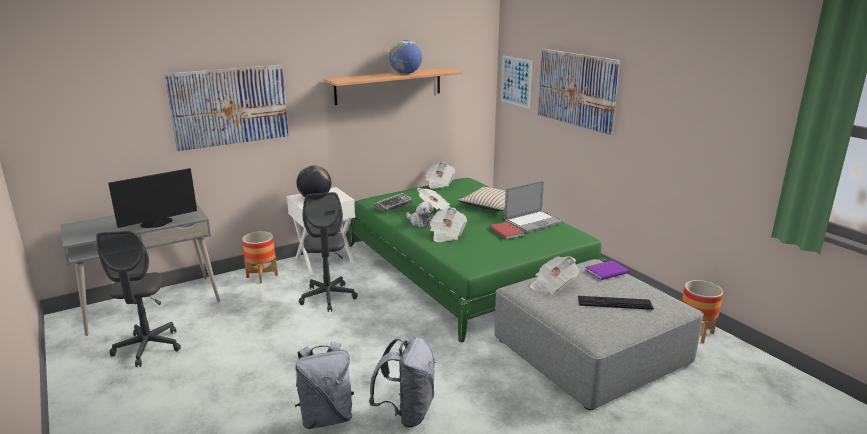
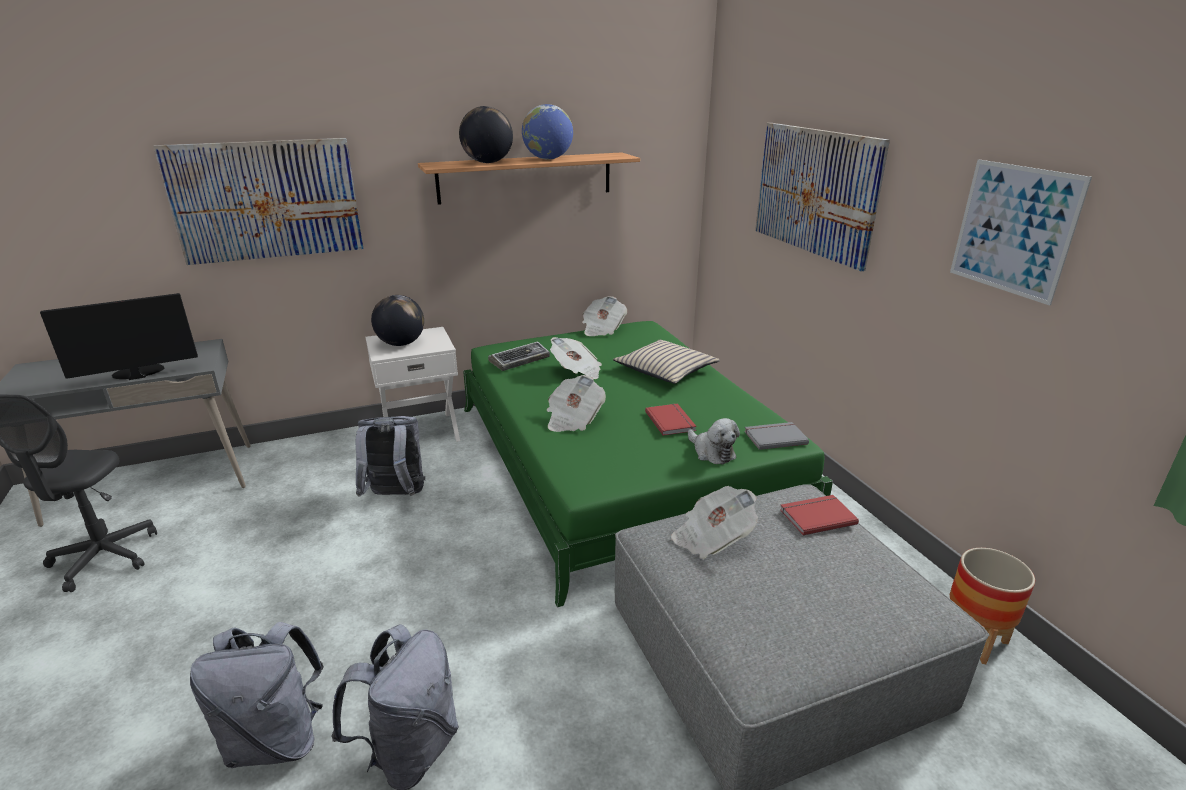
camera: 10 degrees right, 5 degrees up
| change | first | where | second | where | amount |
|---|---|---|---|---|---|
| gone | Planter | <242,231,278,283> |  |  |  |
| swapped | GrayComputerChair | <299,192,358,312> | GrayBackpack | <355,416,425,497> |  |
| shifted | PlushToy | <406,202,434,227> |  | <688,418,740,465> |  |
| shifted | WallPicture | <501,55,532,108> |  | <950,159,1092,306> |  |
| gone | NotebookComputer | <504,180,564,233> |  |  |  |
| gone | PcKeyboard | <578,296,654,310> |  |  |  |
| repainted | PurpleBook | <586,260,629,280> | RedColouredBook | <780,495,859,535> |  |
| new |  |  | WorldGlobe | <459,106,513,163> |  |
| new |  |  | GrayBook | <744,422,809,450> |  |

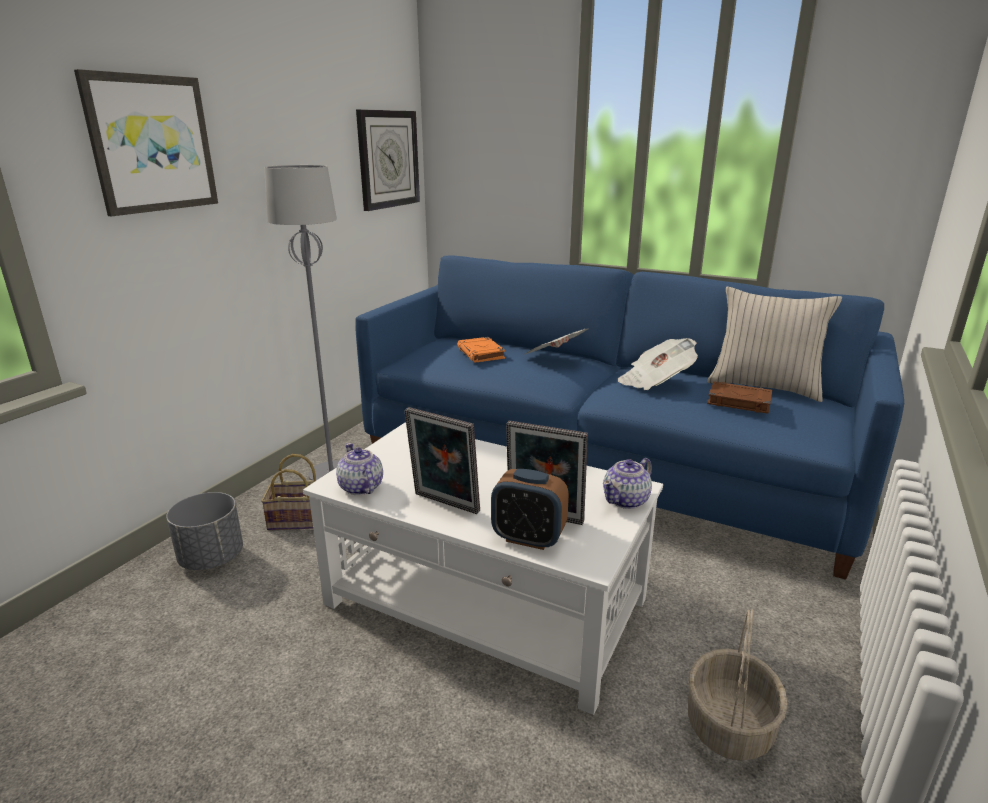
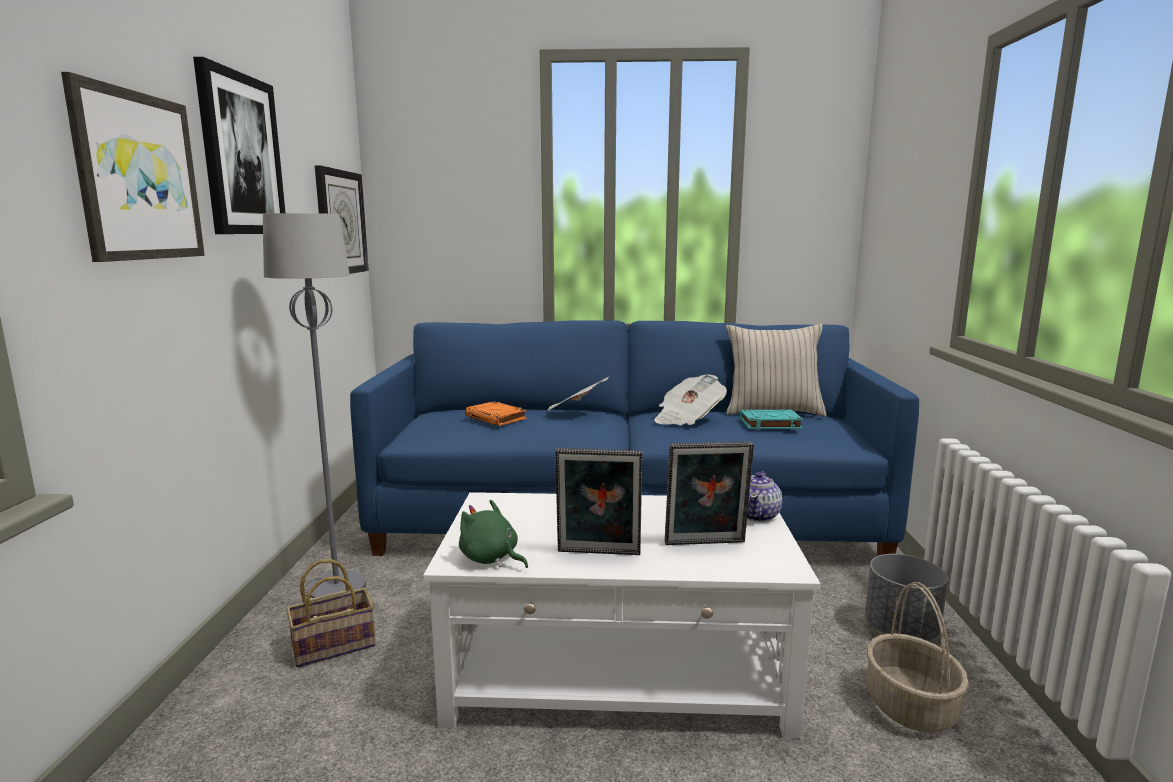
camera: 25 degrees left, 10 degrees down
| change | first | where | second | where | amount |
|---|---|---|---|---|---|
| shifted | GrayPlanter | <166,492,243,570> |  | <865,554,948,640> |  |
| swapped | Teapot | <336,443,383,495> | GreenPlushToy | <459,500,528,568> |  |
| gone | BedsideClock | <491,469,569,550> |  |  |  |
| repainted | BrownishBook | <707,381,772,414> | TurquoiseColouredBook | <740,409,803,429> |  |
| new |  |  | WallPicture | <193,57,285,234> |  |

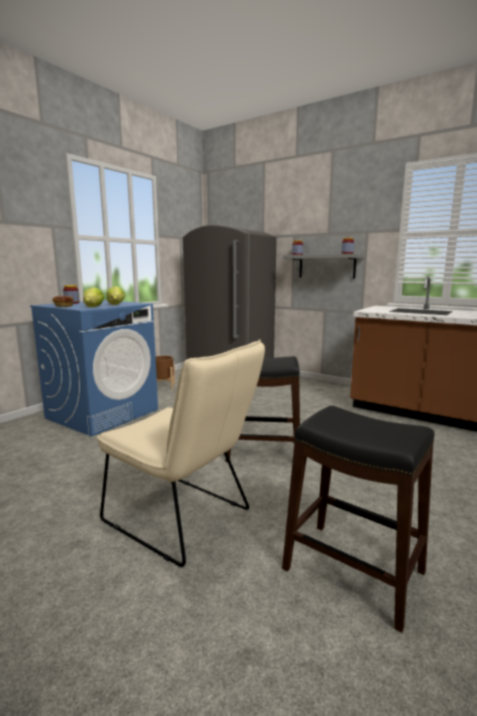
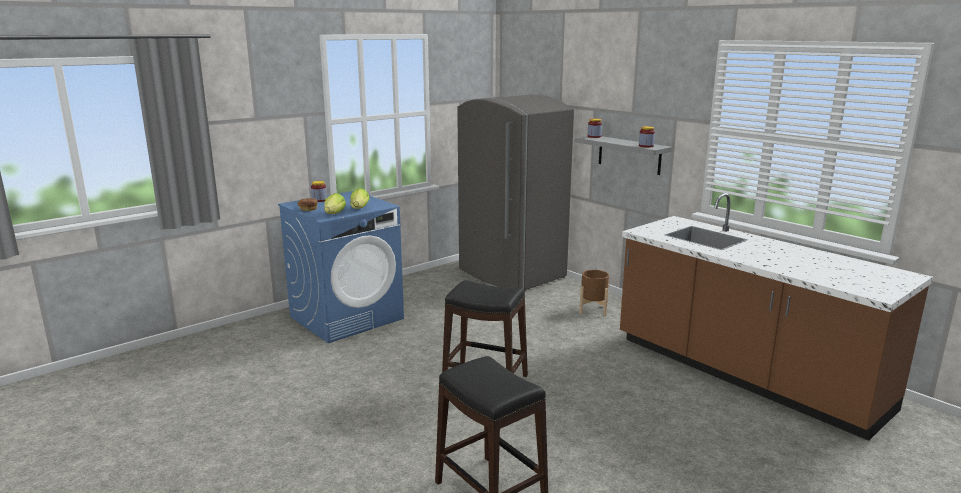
camera: 15 degrees right, 5 degrees up
| change | first | where | second | where | amount |
|---|---|---|---|---|---|
| gone | BeigeColouredUprightChair | <97,339,265,567> |  |  |  |
| shifted | BrownishPlanter | <156,356,175,390> |  | <579,270,609,316> |  |

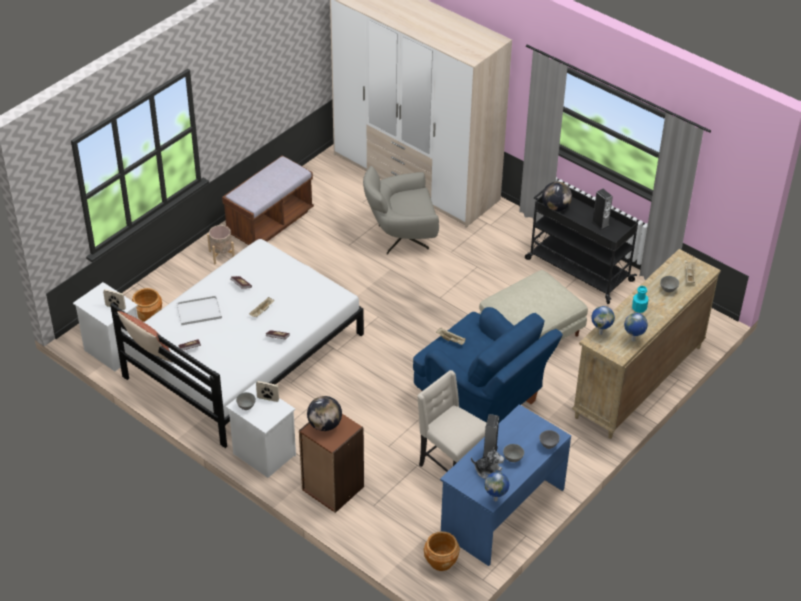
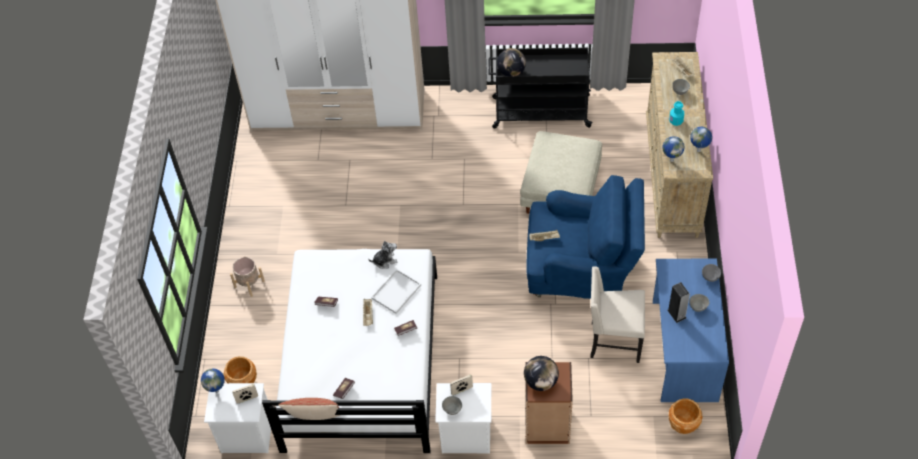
camera: 35 degrees left, 10 degrees up
| change | first | where | second | where | amount |
|---|---|---|---|---|---|
| shifted | WhiteCarryingTray | <176,295,222,325> |  | <371,269,421,314> |  |
| gone | BrownishIndoorBench | <222,155,314,245> |  |  |  |
| gone | GrayLoungeChair | <363,166,439,255> |  |  |  |
| shifted | PlushToy | <471,447,504,479> |  | <368,240,398,269> |  |
| shifted | WorldGlobe | <484,472,509,501> |  | <201,368,225,393> |  |
| gone | Speaker | <592,189,613,231> |  |  |  |

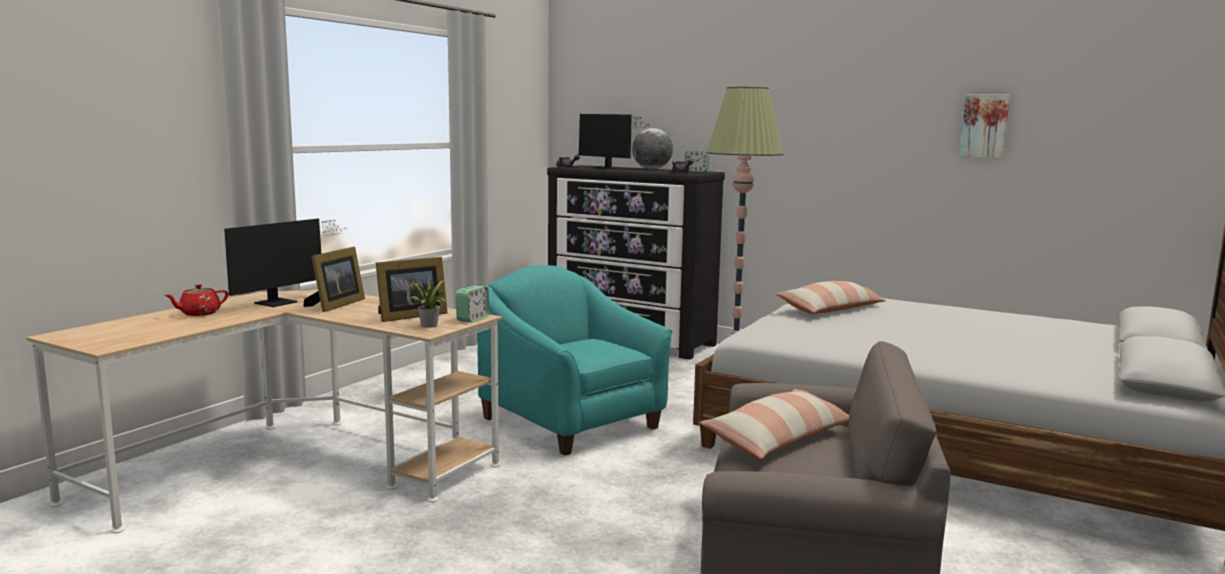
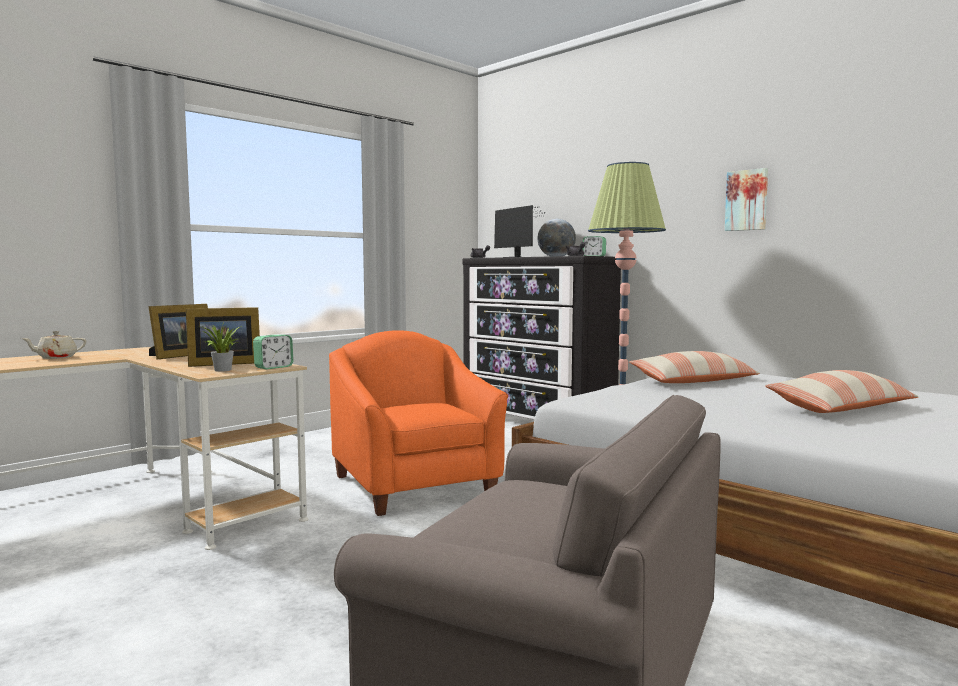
camera: 15 degrees right, 5 degrees down
| change | first | where | second | where | amount |
|---|---|---|---|---|---|
| repainted | RedColouredTeapot | <165,284,228,316> | BeigeColouredTeapot | <21,331,86,359> |  |
| gone | ComputerDisplay | <224,218,344,307> |  |  |  |
| repainted | TurquoiseColouredLoungeChair | <477,265,672,456> | OrangeLoungeChair | <329,330,508,516> |  |
| shifted | Cushion | <699,389,849,459> |  | <765,370,918,413> |  |
| shifted | WallPicture | <960,95,1010,158> |  | <725,168,768,231> |  |

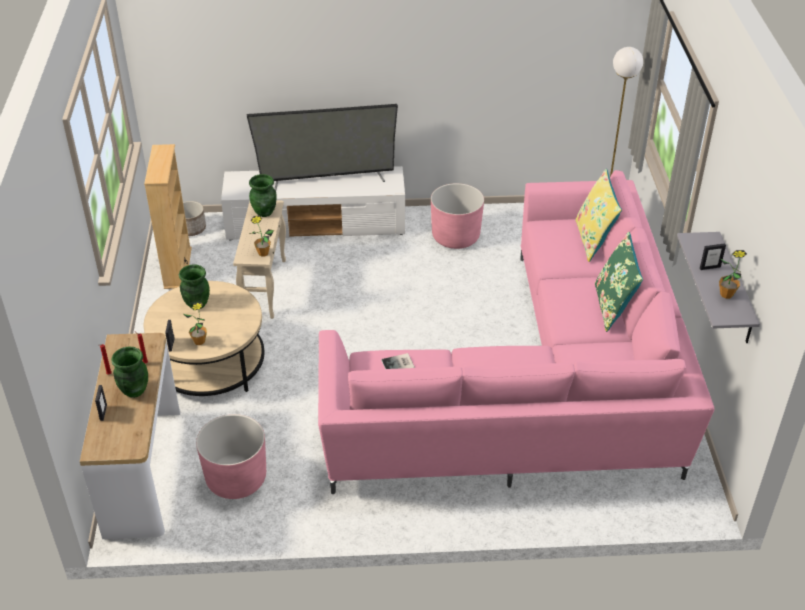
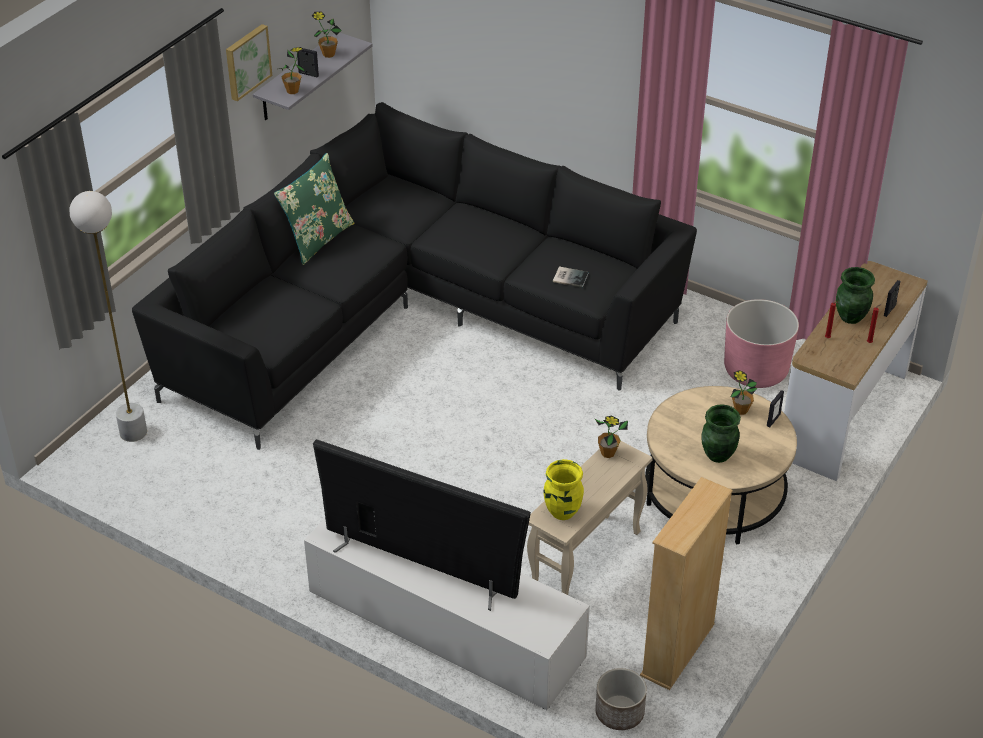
camera: 145 degrees left, 0 degrees up
| change | first | where | second | where | amount |
|---|---|---|---|---|---|
| repainted | GreenDecorativeVase | <249,174,277,217> | YellowishDecorativeVase | <544,459,584,520> |  |
| repainted | PinkColouredSettee | <318,170,714,494> | BlackishSettee | <132,102,697,450> |  |
| gone | PinkColouredPlanter | <431,183,484,249> |  |  |  |
| gone | YellowishCushion | <575,169,622,262> |  |  |  |
| new |  |  | WallPicture | <226,24,273,101> |  |
| new |  |  | Houseplant | <279,47,305,94> |  |

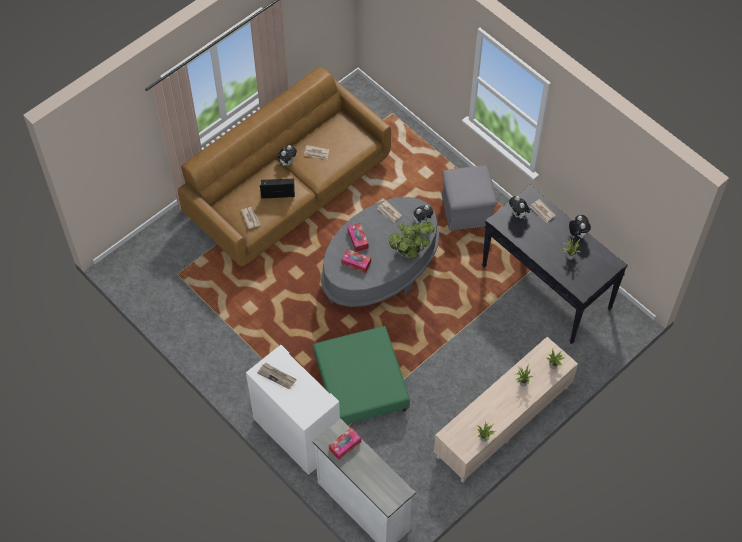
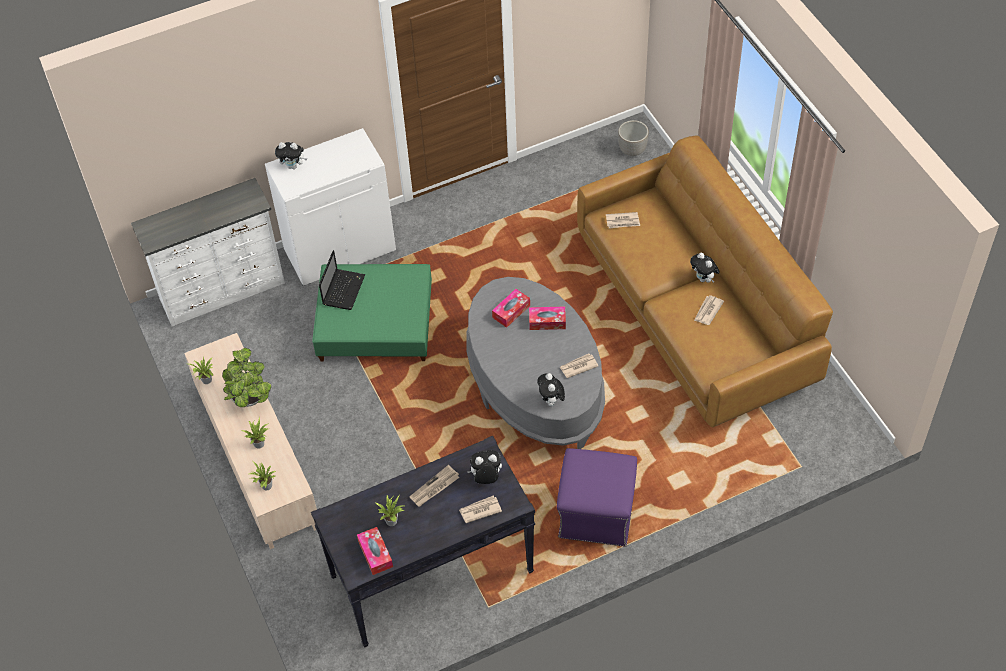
camera: 110 degrees right, 5 degrees down
| change | first | where | second | where | amount |
|---|---|---|---|---|---|
| shifted | PrintedPaper | <257,363,297,390> |  | <409,465,460,507> |  |
| shifted | NotebookComputer | <260,178,295,199> |  | <319,250,365,310> |  |
| shifted | TissueBox | <329,428,361,460> |  | <357,527,393,575> |  |
| shifted | Houseplant | <389,222,435,258> |  | <222,348,271,407> |  |
| repainted | GrayPouffe | <442,165,497,231> | PurplePouffe | <557,448,637,546> |  |
| shifted | PlushToy | <569,215,591,238> |  | <275,142,307,169> |  |
| new |  |  | Planter | <618,120,649,156> |  |

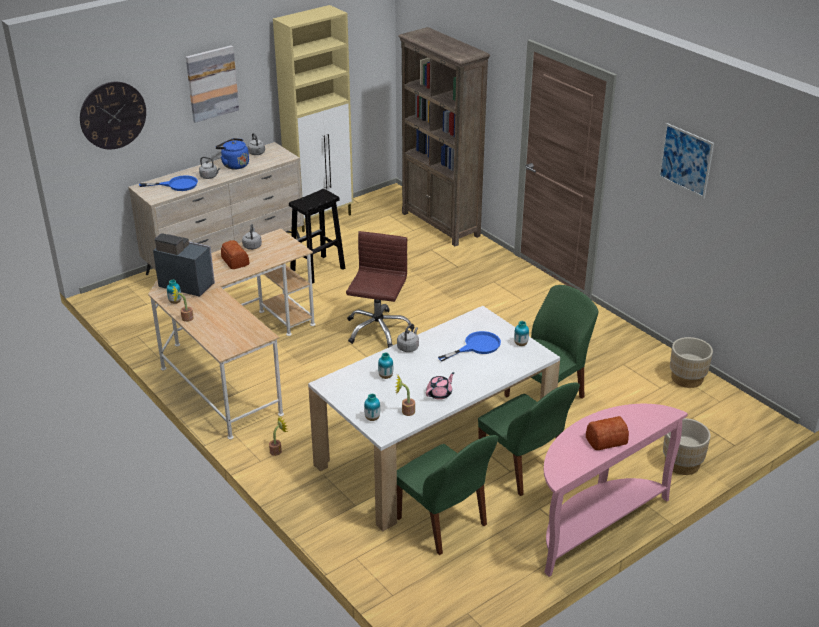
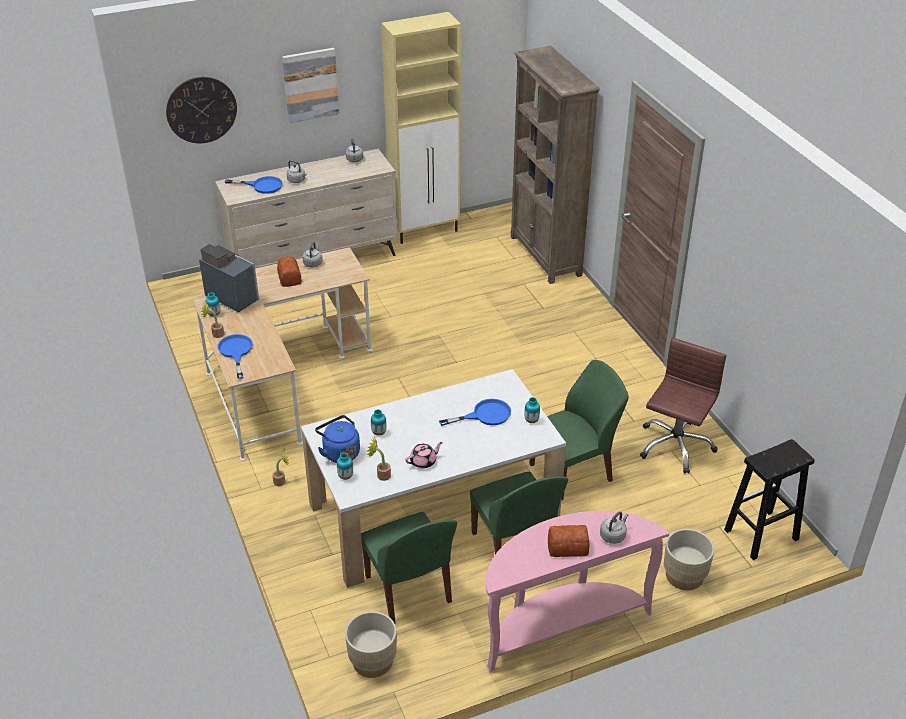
camera: 15 degrees right, 5 degrees up
| change | first | where | second | where | amount |
|---|---|---|---|---|---|
| shifted | BluishWaterKettle | <215,138,249,170> |  | <315,415,360,463> |  |
| shifted | BlackishStoolSeat | <289,189,345,284> |  | <724,439,815,560> |  |
| shifted | BrownishComputerChair | <346,231,415,348> |  | <640,338,726,474> |  |
| shifted | GrayWaterKettle | <397,324,419,352> |  | <600,512,628,544> |  |
| gone | WallPicture | <658,123,714,198> |  |  |  |
| shifted | BeigeColouredPlanter | <670,337,713,388> |  | <345,611,397,678> |  |
| new |  |  | BluishPan | <217,334,253,379> |  |

